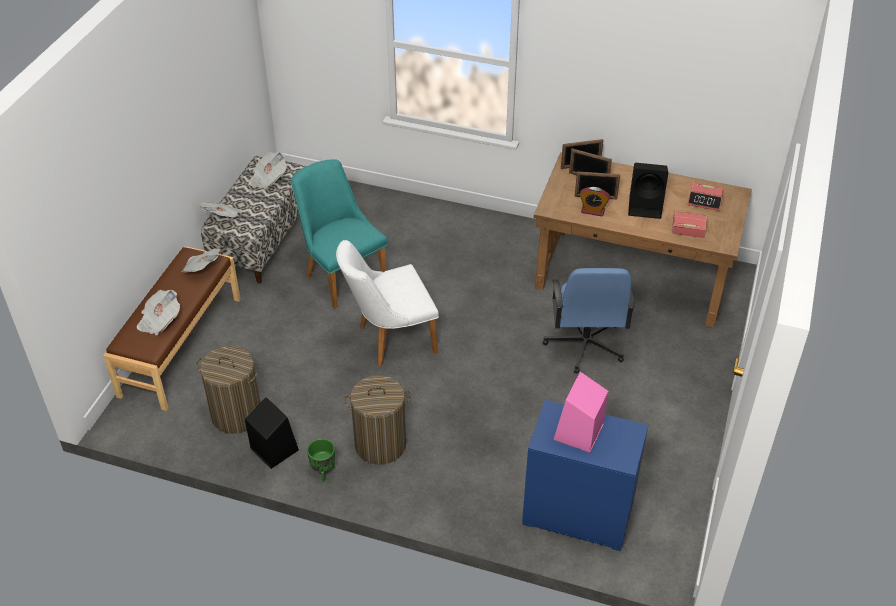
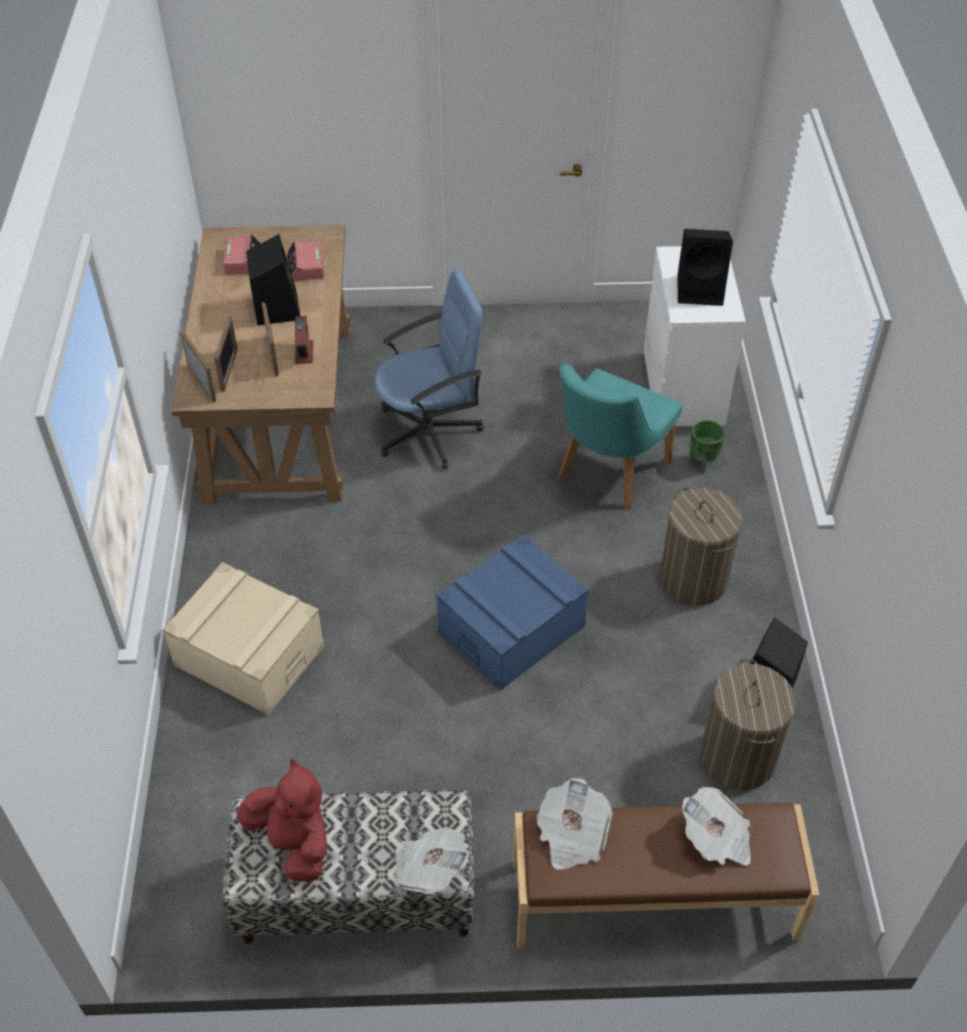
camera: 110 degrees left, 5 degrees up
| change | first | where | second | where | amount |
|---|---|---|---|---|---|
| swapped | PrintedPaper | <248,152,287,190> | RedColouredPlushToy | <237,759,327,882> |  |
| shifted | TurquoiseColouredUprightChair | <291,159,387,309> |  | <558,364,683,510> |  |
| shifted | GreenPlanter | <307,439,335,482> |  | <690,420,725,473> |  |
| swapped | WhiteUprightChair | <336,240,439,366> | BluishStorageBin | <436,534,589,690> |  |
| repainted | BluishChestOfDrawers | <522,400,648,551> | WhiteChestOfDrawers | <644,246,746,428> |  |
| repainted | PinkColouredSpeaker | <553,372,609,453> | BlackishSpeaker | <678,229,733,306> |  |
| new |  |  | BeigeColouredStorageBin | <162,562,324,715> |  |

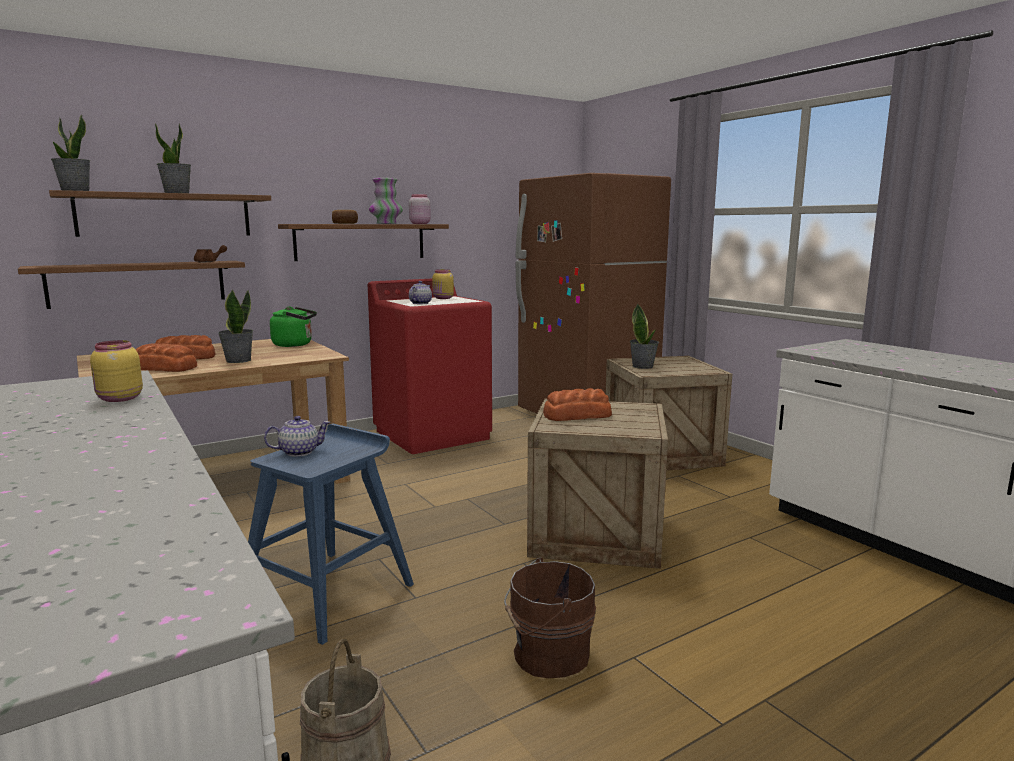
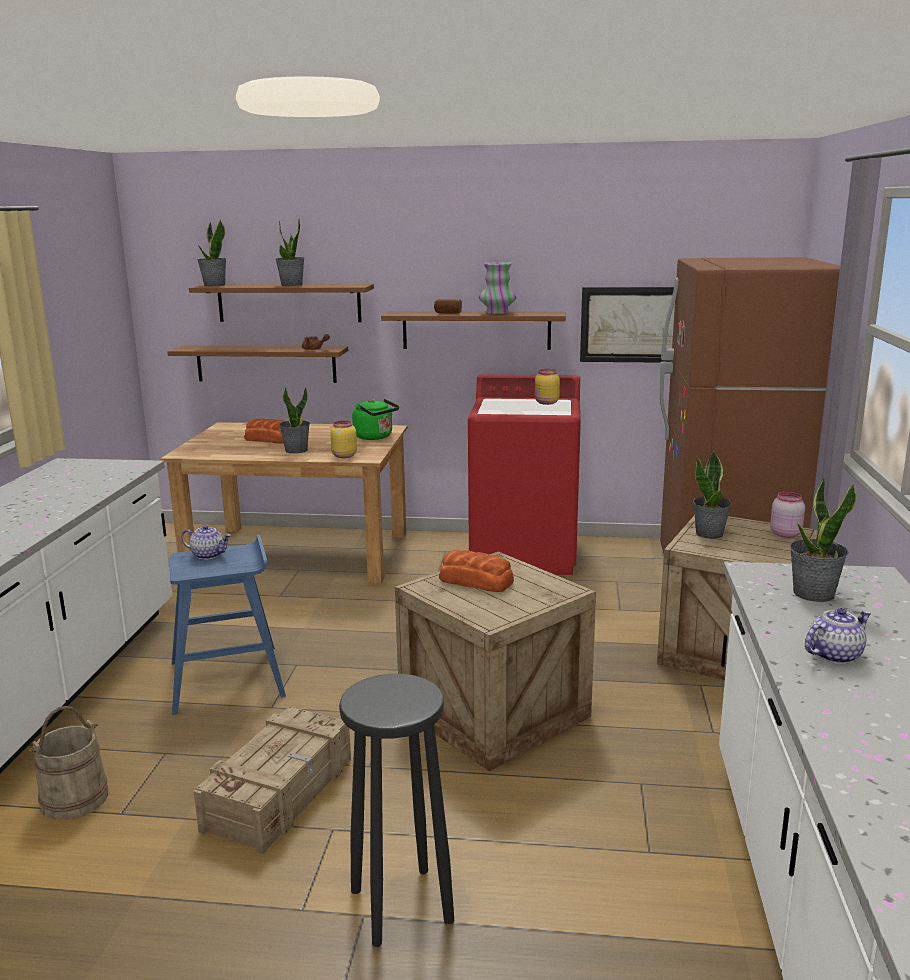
camera: 40 degrees right, 5 degrees up
| change | first | where | second | where | amount |
|---|---|---|---|---|---|
| shifted | YellowishJar | <90,340,143,402> |  | <330,420,357,458> |  |
| gone | BakedBread | <136,344,197,372> |  |  |  |
| shifted | PinkColouredJar | <409,194,431,224> |  | <770,492,805,538> |  |
| shifted | Teapot | <409,281,432,304> |  | <805,608,871,664> |  |
| swapped | BrownishWaterBucket | <504,558,596,678> | PackingCrate | <194,707,351,855> |  |
| new |  |  | BlackishStoolSeat | <339,674,454,947> |  |
| new |  |  | WallPicture | <580,287,675,363> |  |
| new |  |  | Houseplant | <790,476,857,602> |  |

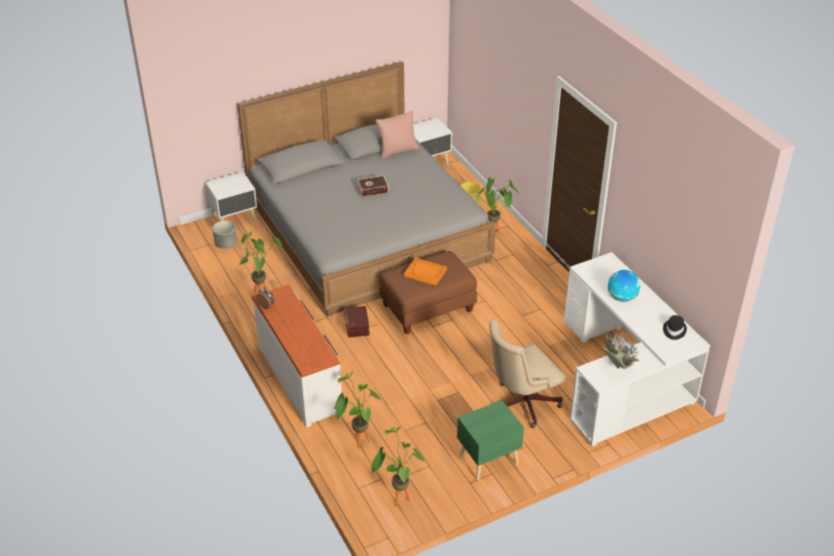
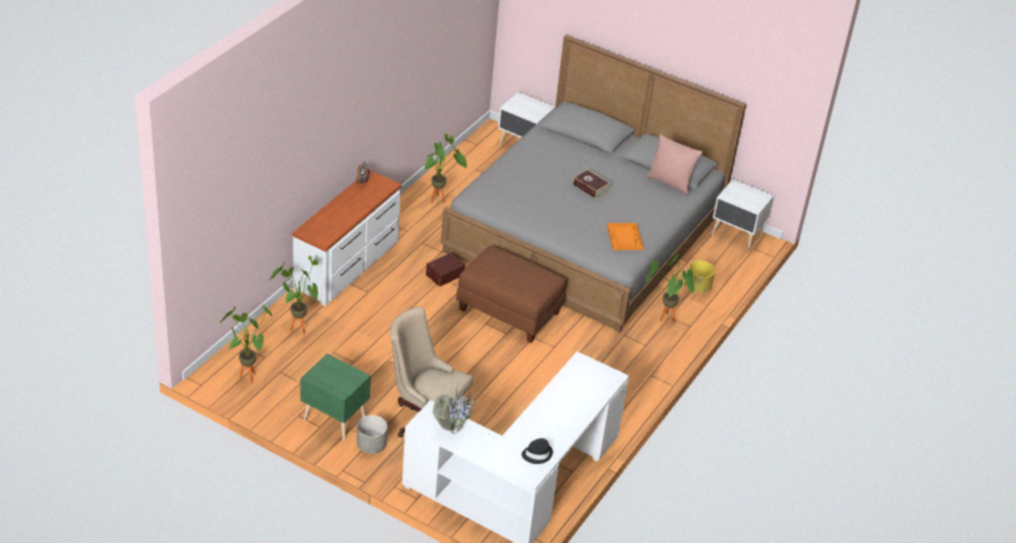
camera: 55 degrees right, 0 degrees up
| change | first | where | second | where | amount |
|---|---|---|---|---|---|
| shifted | GrayPlanter | <212,221,237,249> |  | <357,415,387,453> |  |
| shifted | OrangeCarryingTray | <404,258,447,286> |  | <607,223,643,250> |  |
| gone | WorldGlobe | <608,270,640,302> |  |  |  |

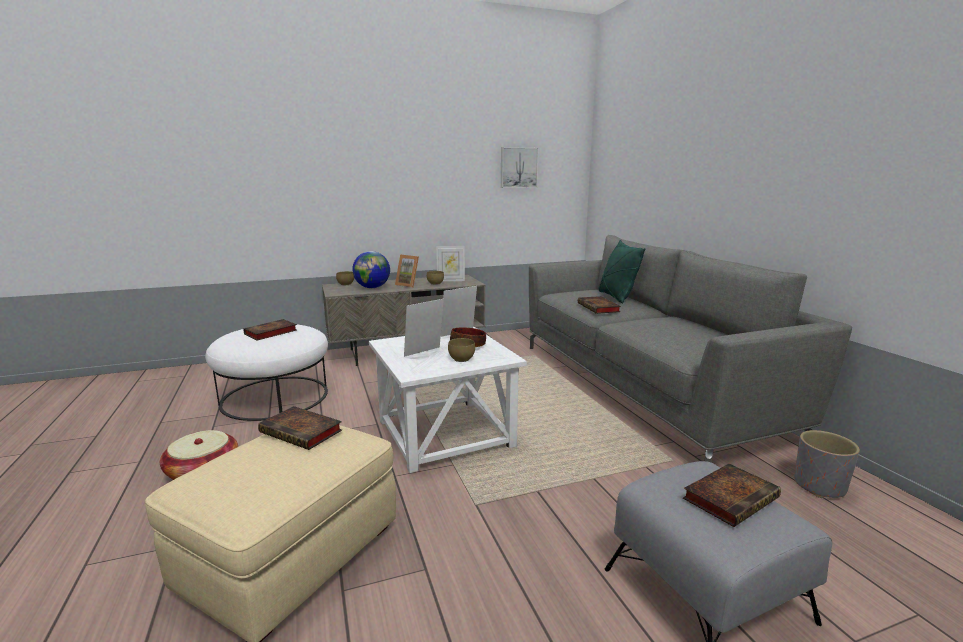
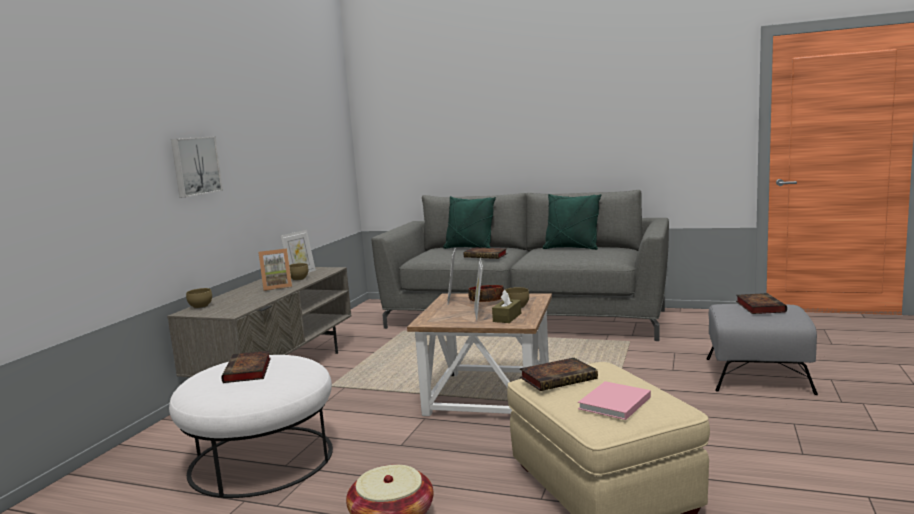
camera: 50 degrees left, 5 degrees down
| change | first | where | second | where | amount |
|---|---|---|---|---|---|
| gone | WorldGlobe | <353,251,390,288> |  |  |  |
| repainted | WhiteEndTable | <369,327,527,473> | BrownishEndTable | <407,293,552,416> |  |
| shifted | WallPicture | <501,147,539,188> |  | <171,136,223,198> |  |
| gone | GrayPlanter | <794,430,860,498> |  |  |  |
| new |  |  | BrownishTissueBox | <492,290,521,323> |  |
| new |  |  | GreenCushion | <543,194,601,250> |  |
| new |  |  | PinkColouredBook | <578,381,651,420> |  |

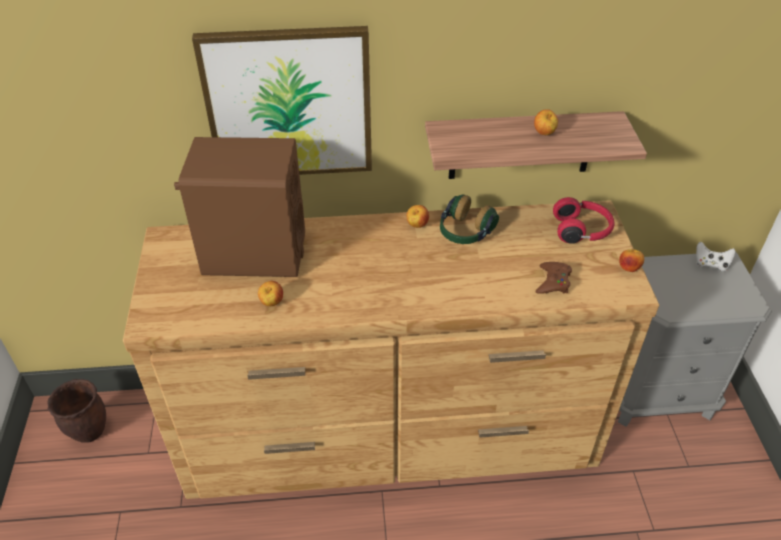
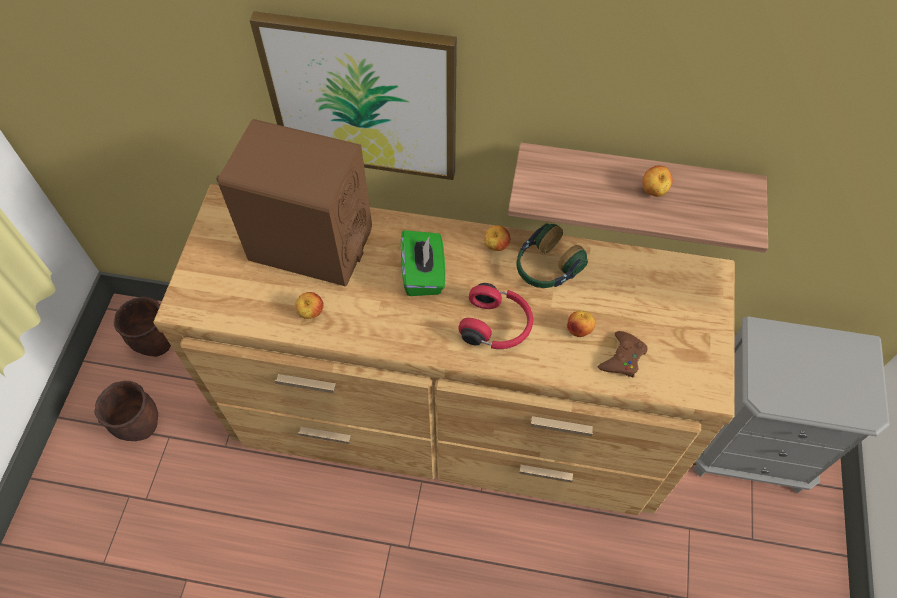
camera: 15 degrees right, 15 degrees up
| change | first | where | second | where | amount |
|---|---|---|---|---|---|
| shifted | RedColouredPairOfHeadphones | <553,197,615,244> |  | <458,283,533,349> |  |
| shifted | WholeApple | <619,249,644,272> |  | <567,311,595,337> |  |
| gone | WhiteJoypad | <696,242,735,271> |  |  |  |
| new |  |  | BrownishPlanter | <94,381,158,441> |  |
| new |  |  | GreenTissueBox | <401,230,445,296> |  |

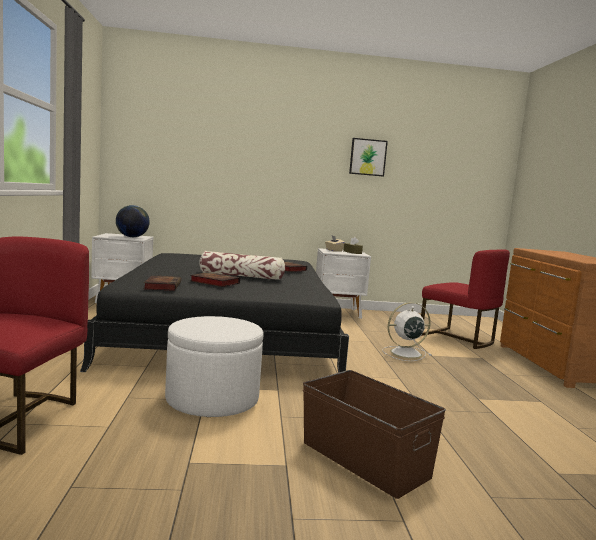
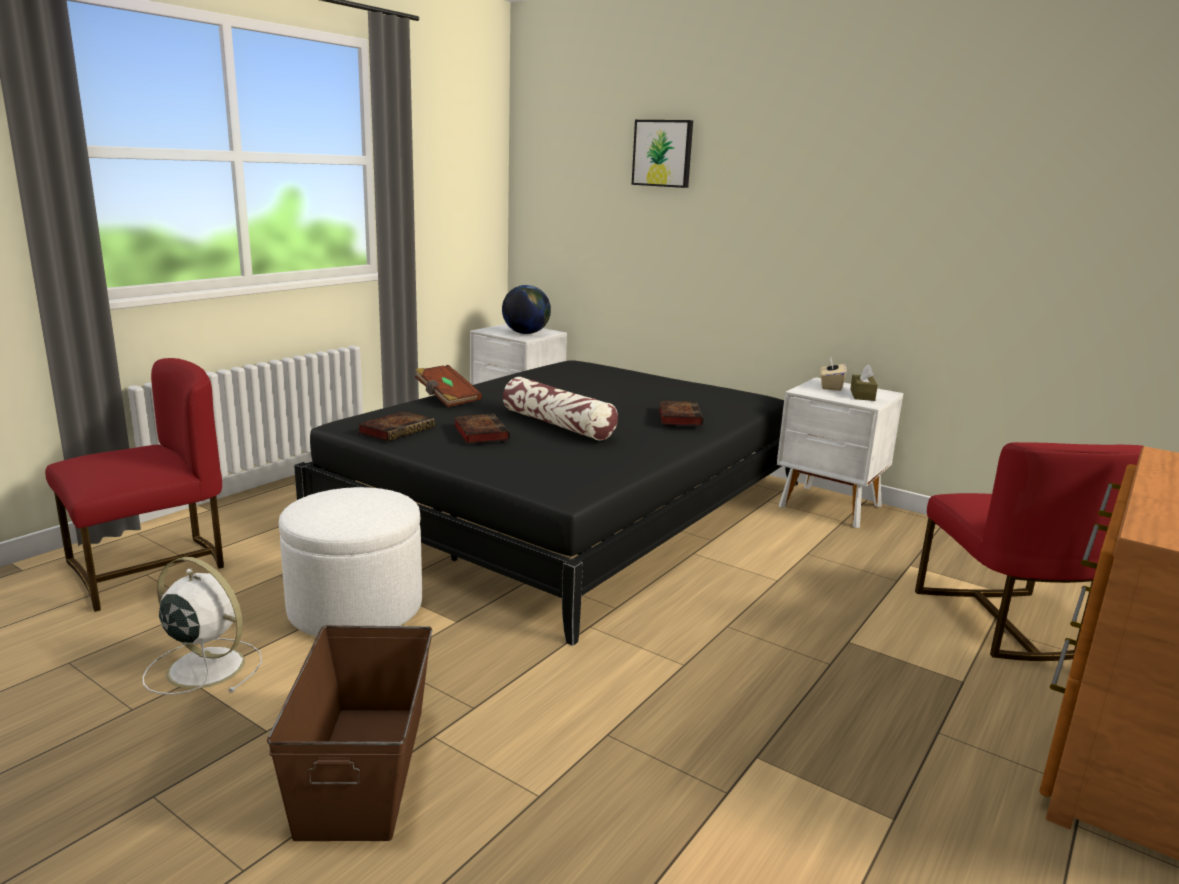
camera: 40 degrees right, 10 degrees up
| change | first | where | second | where | amount |
|---|---|---|---|---|---|
| shifted | WallPicture | <349,138,388,176> |  | <632,120,693,188> |  |
| shifted | WhiteCoolingFan | <382,302,432,361> |  | <143,557,262,695> |  |
| new |  |  | BrownishBook | <415,365,482,407> |  |

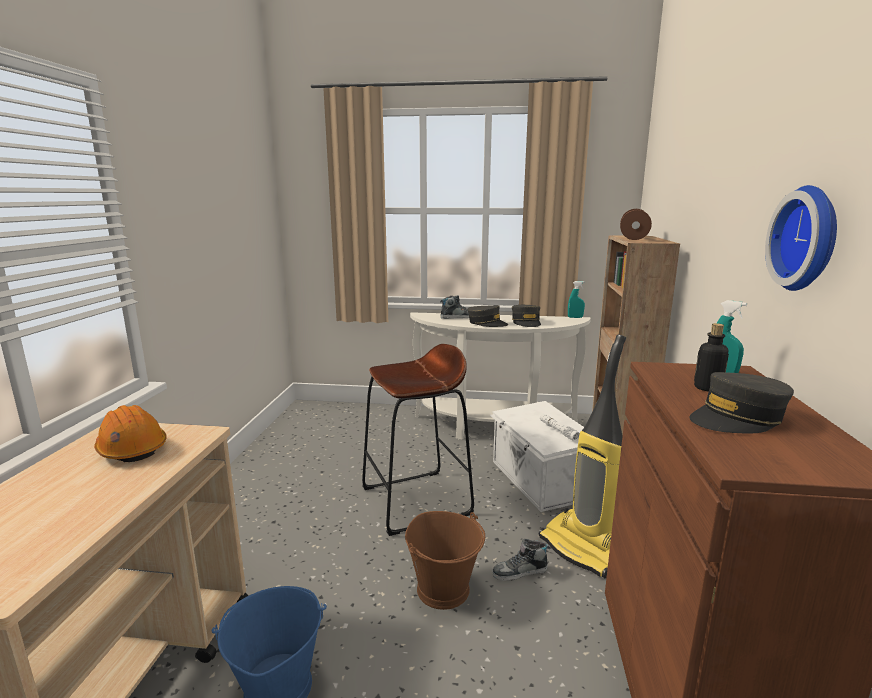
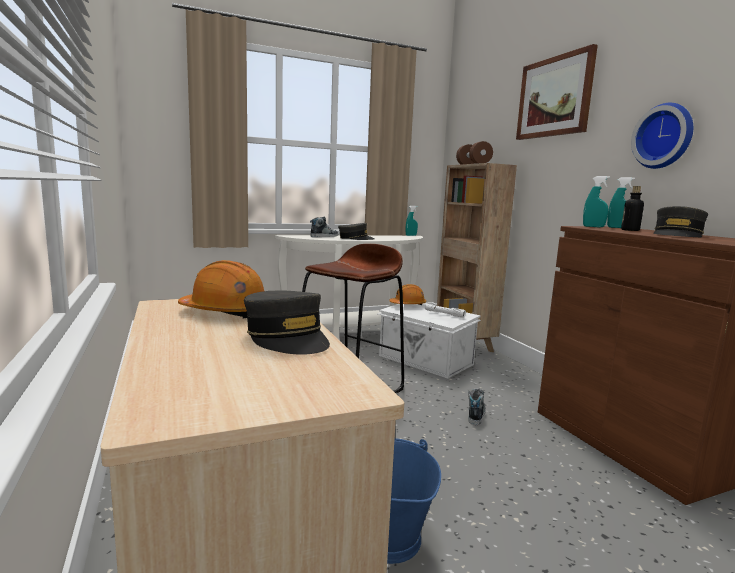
camera: 30 degrees left, 5 degrees down
| change | first | where | second | where | amount |
|---|---|---|---|---|---|
| gone | BrownishWaterBucket | <405,511,485,610> |  |  |  |
| rotated | ItemOfFootwear | <492,539,550,581> |  | <468,388,486,425> | 150 degrees clockwise |
| shifted | GrayBaseballCap | <512,305,541,327> |  | <244,291,330,355> |  |
| gone | Vacuum | <539,335,626,578> |  |  |  |
| new |  |  | OrangeWorkHelmet | <389,284,426,305> |  |
| new |  |  | WallPicture | <516,44,598,140> |  |
| new |  |  | TurquoiseColouredSprayBottle | <583,176,610,227> |  |

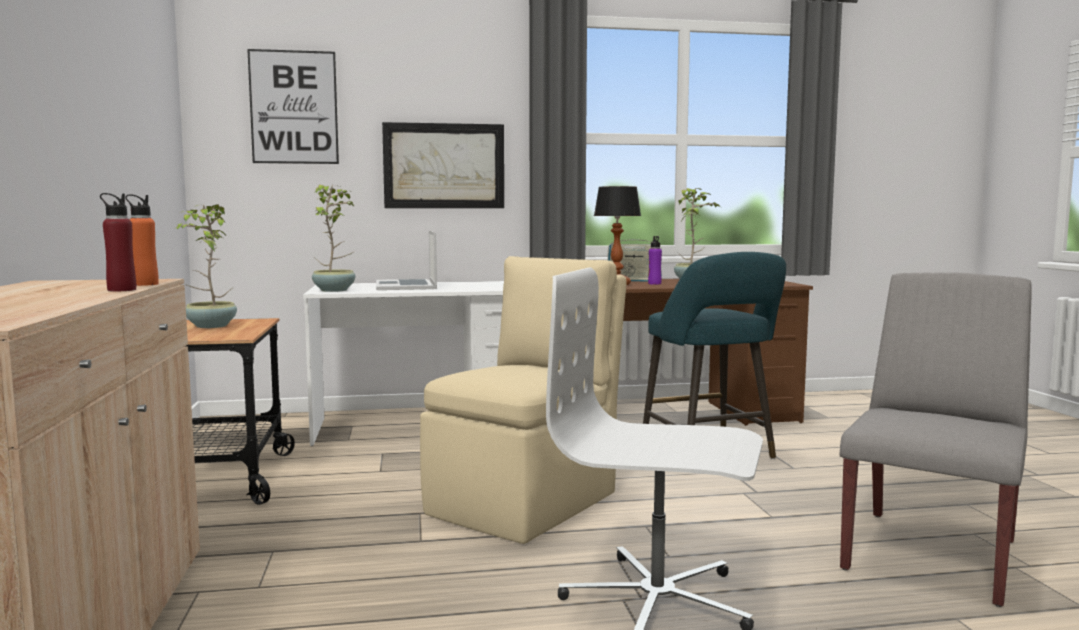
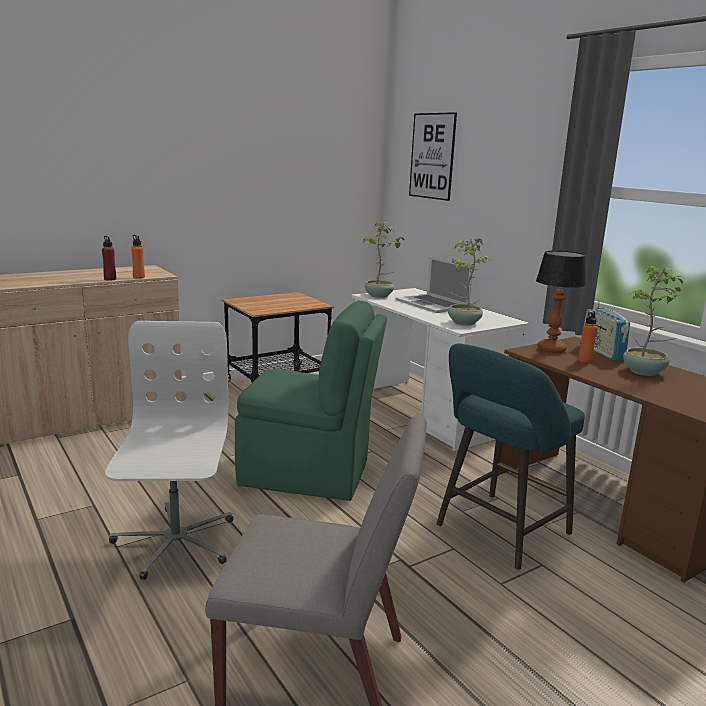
camera: 65 degrees right, 10 degrees up
| change | first | where | second | where | amount |
|---|---|---|---|---|---|
| shifted | Houseplant | <176,204,237,328> |  | <447,237,491,326> |  |
| rotated | NotebookComputer | <376,231,437,290> |  | <395,257,473,313> | 90 degrees counterclockwise |
| gone | WallPicture | <382,122,504,208> |  |  |  |
| repainted | BeigeColouredUprightChair | <420,256,627,544> | GreenUprightChair | <235,301,387,501> |  |
| repainted | PurpleBottle | <648,236,662,285> | OrangeBottle | <578,311,597,363> |  |

